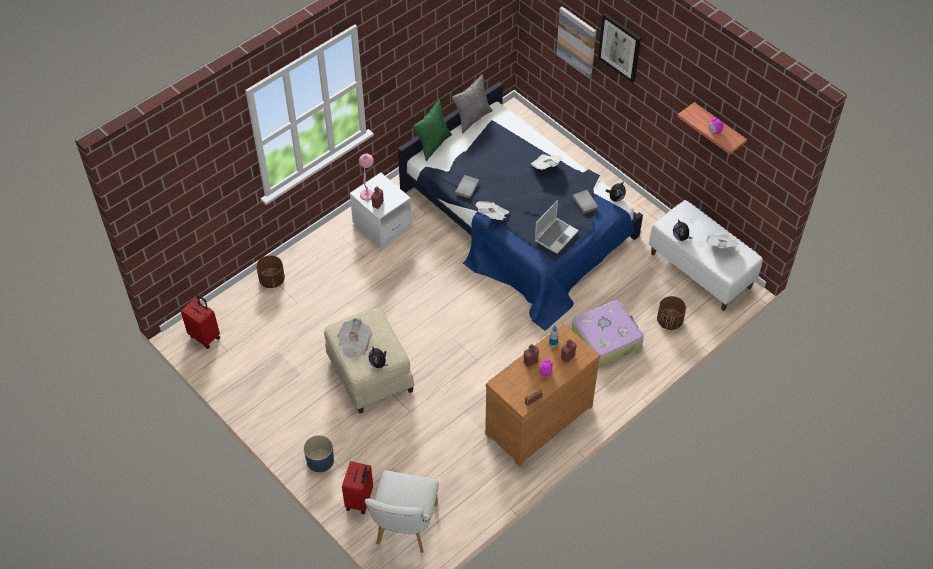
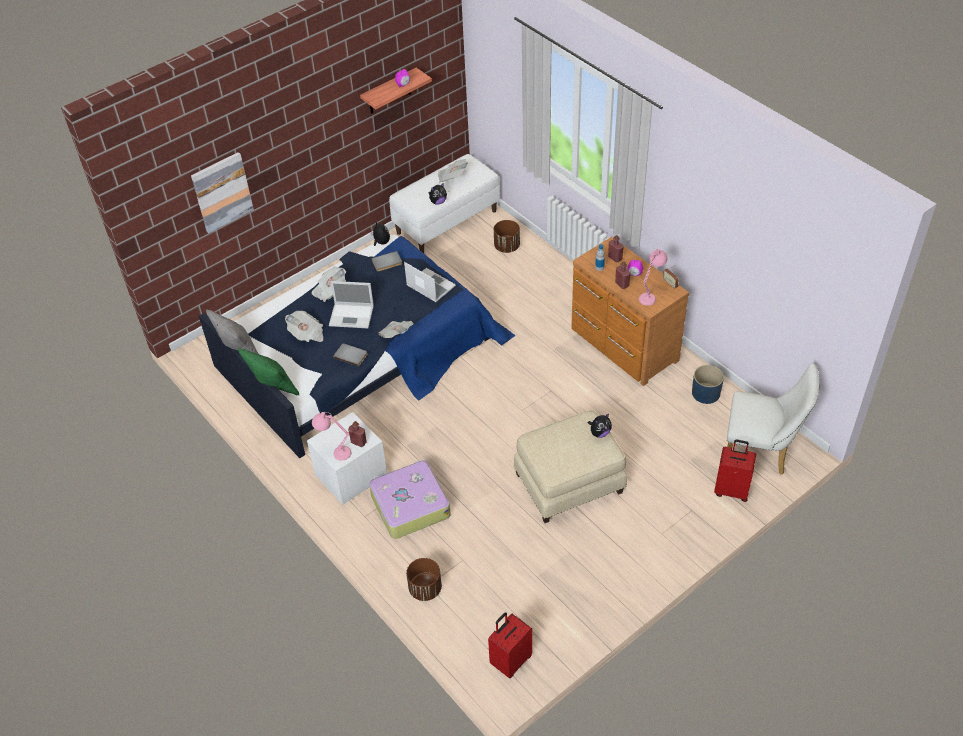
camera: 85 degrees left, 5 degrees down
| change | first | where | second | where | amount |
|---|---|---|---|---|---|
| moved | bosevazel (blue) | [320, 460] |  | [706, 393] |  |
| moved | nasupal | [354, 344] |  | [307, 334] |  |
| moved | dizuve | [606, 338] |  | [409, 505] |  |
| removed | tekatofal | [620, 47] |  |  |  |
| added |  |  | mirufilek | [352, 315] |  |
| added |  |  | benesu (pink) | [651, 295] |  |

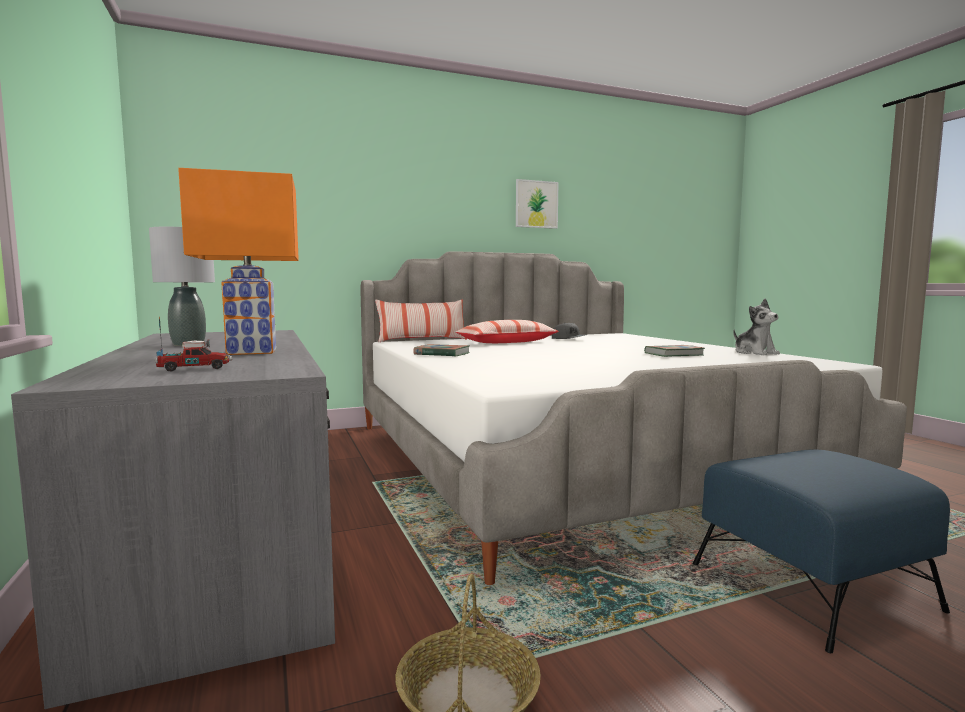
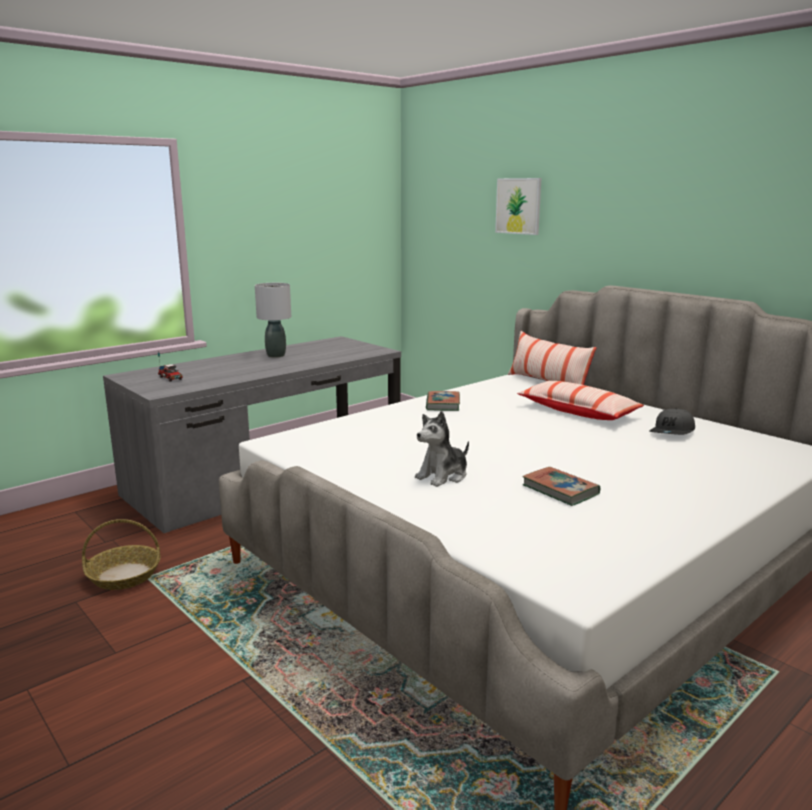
camera: 70 degrees right, 10 degrees up
| change | first | where | second | where | amount |
|---|---|---|---|---|---|
| removed | benesu (orange) | [253, 351] |  |  |  |
| moved | tekatofal | [536, 204] |  | [518, 206] |  |
| removed | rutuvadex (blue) | [812, 586] |  |  |  |
| moved | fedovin | [755, 353] |  | [443, 476] |  |

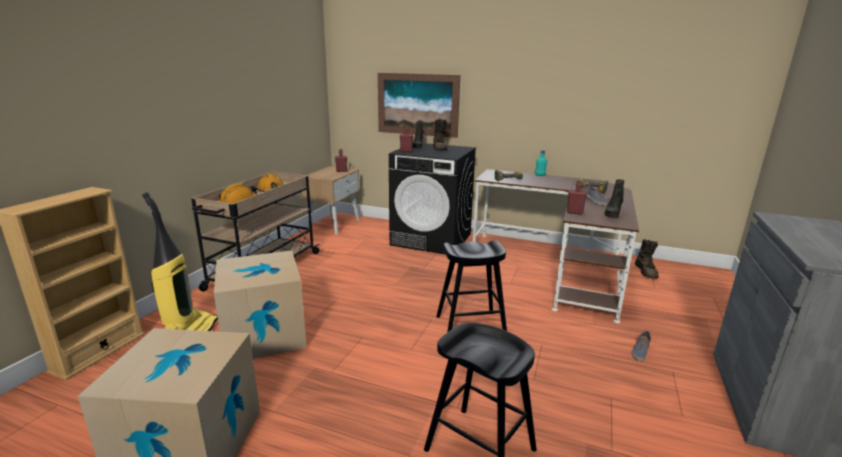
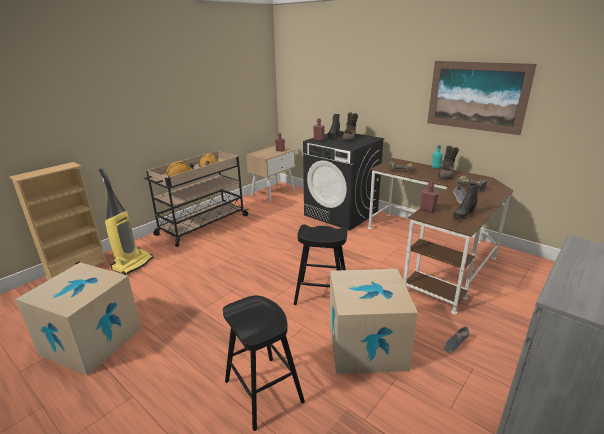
camera: 20 degrees right, 5 degrees up
| change | first | where | second | where | amount |
|---|---|---|---|---|---|
| moved | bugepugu | [264, 334] |  | [366, 345] |  |
| moved | tekatofal | [417, 104] |  | [476, 96] |  |
| moved | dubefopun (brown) | [646, 272] |  | [446, 175] |  |

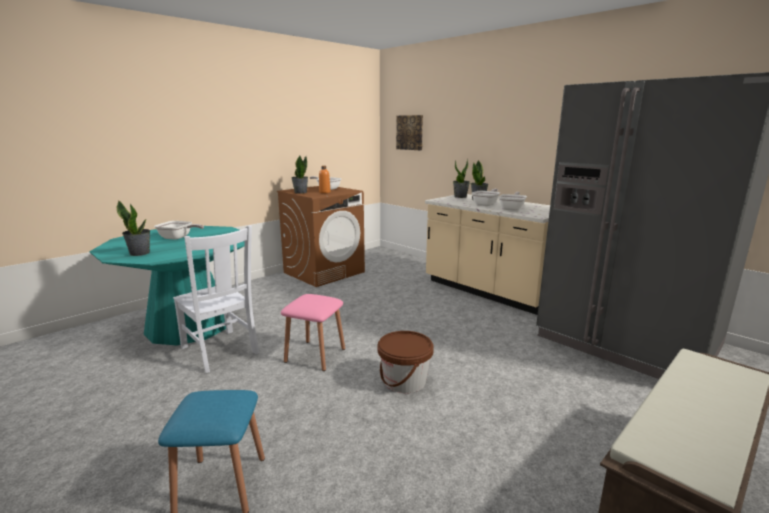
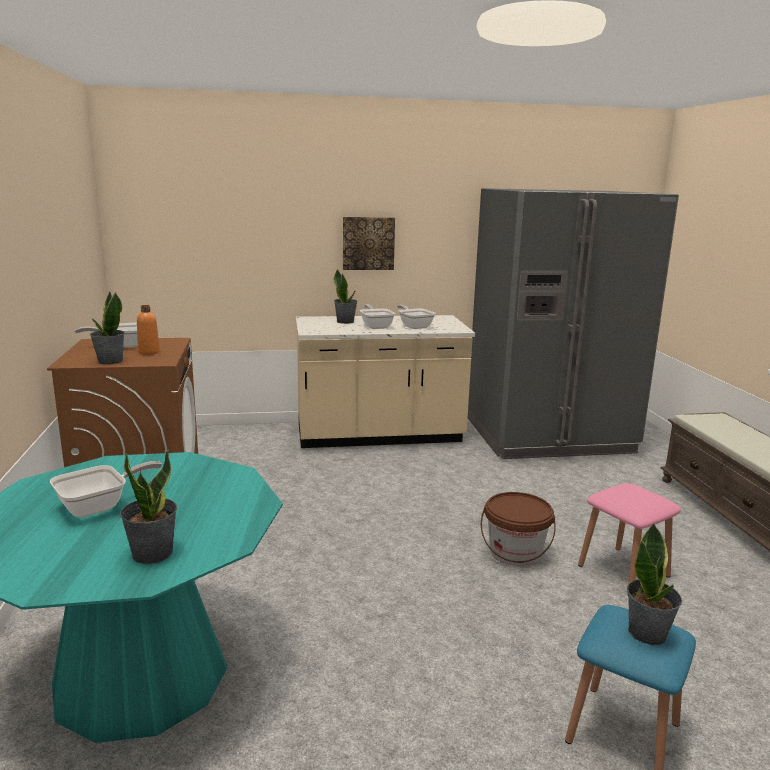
camera: 55 degrees left, 0 degrees up
| change | first | where | second | where | amount |
|---|---|---|---|---|---|
| removed | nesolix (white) | [220, 351] |  |  |  |
| moved | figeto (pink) | [315, 355] |  | [623, 570] |  |
| moved | tekatofal | [410, 132] |  | [368, 243] |  |
| moved | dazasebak | [460, 196] |  | [648, 633] |  |

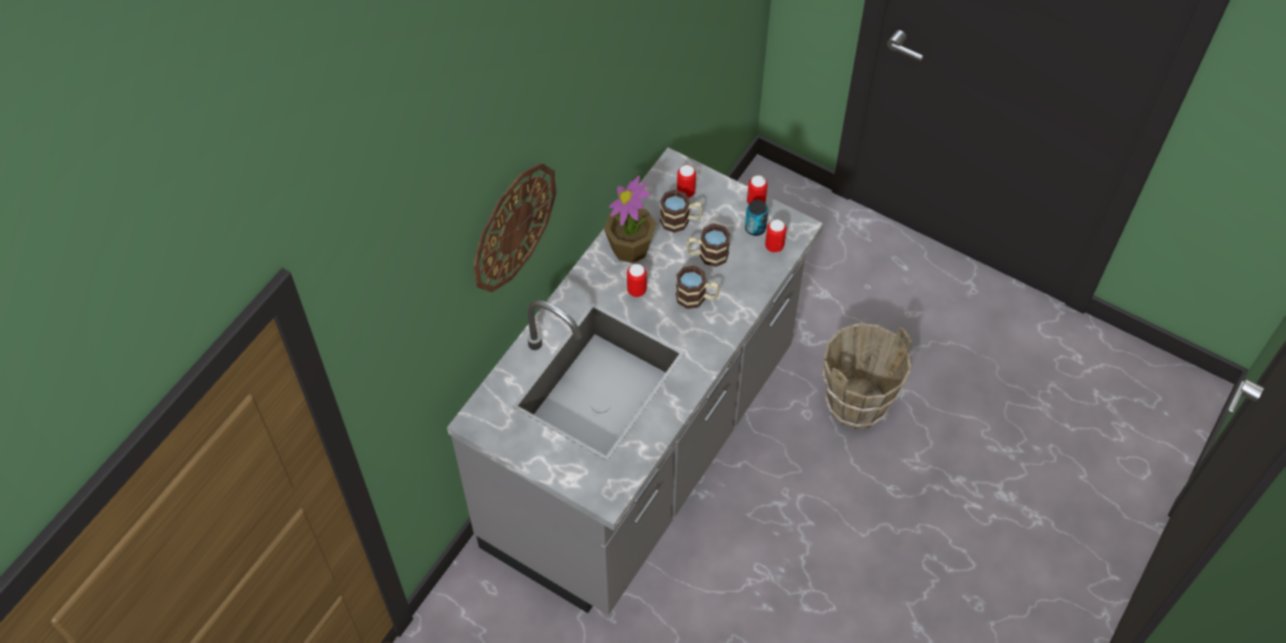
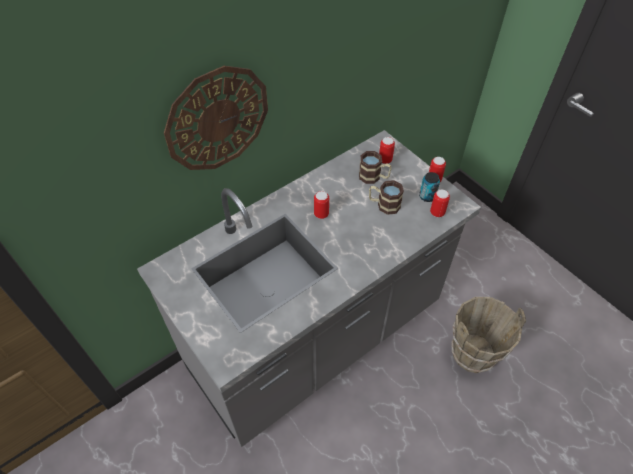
camera: 20 degrees right, 5 degrees down
| change | first | where | second | where | amount |
|---|---|---|---|---|---|
| removed | dazasebak | [630, 248] |  |  |  |
| removed | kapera | [697, 297] |  |  |  |

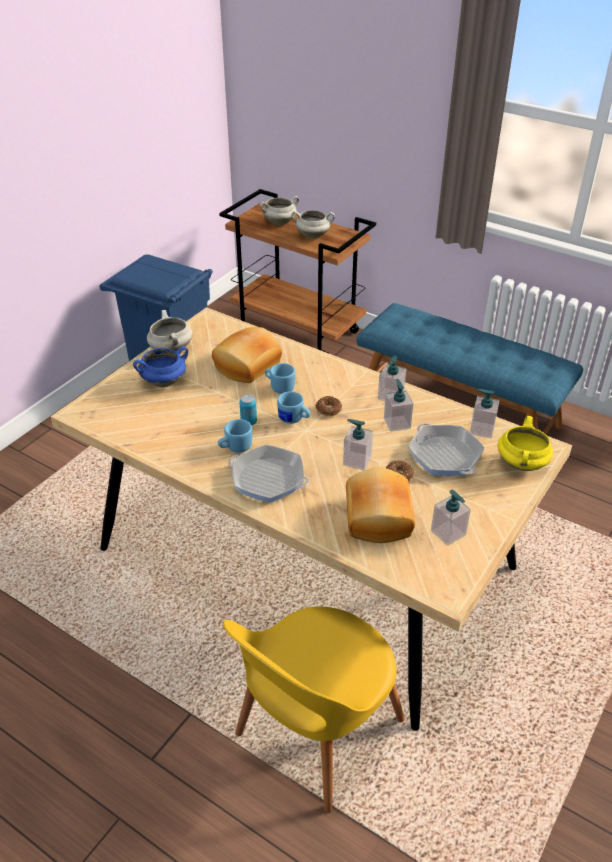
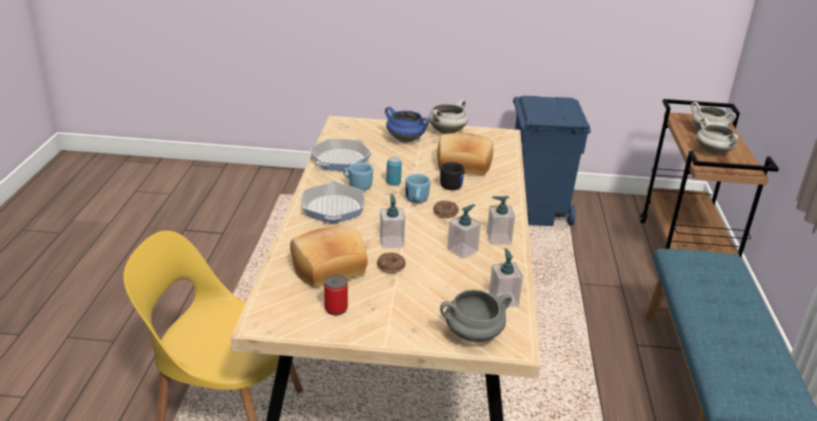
camera: 60 degrees right, 10 degrees down
| change | first | where | second | where | amount |
|---|---|---|---|---|---|
| recoloured | kapera (blue) | [279, 387] | kapera (black) | [451, 184] |  |
| moved | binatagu | [444, 455] |  | [340, 160] |  |
| replaced | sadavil | [448, 533] | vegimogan | [336, 309] |  |
| recoloured | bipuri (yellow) | [522, 464] | bipuri (grey) | [472, 335] |  |

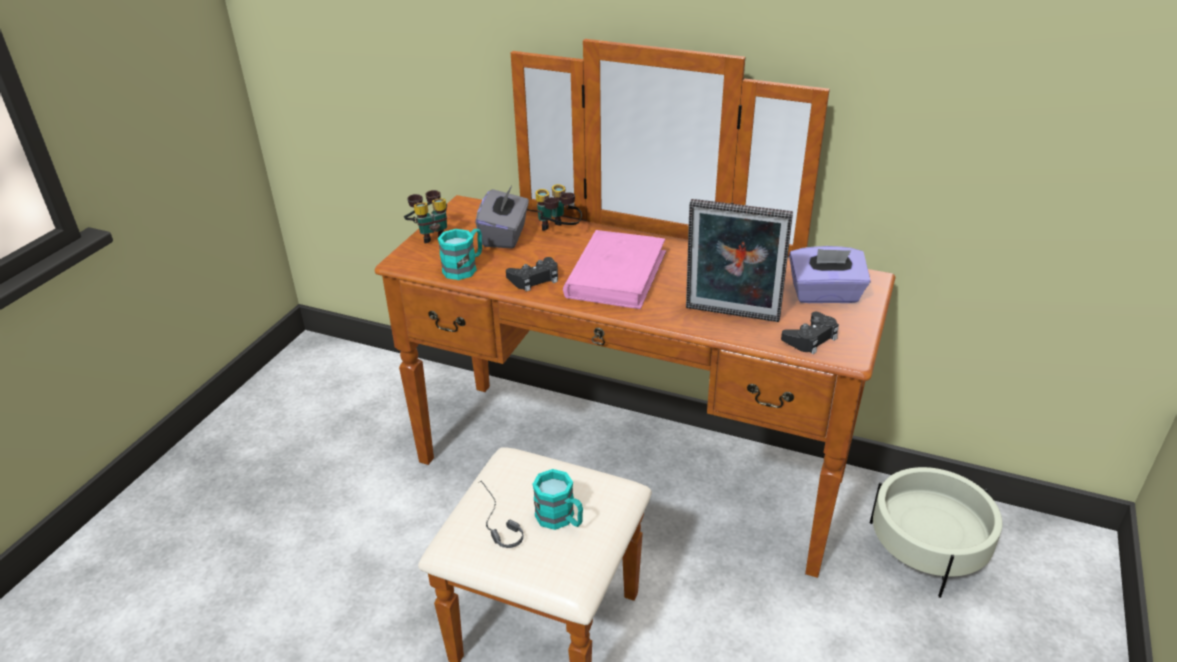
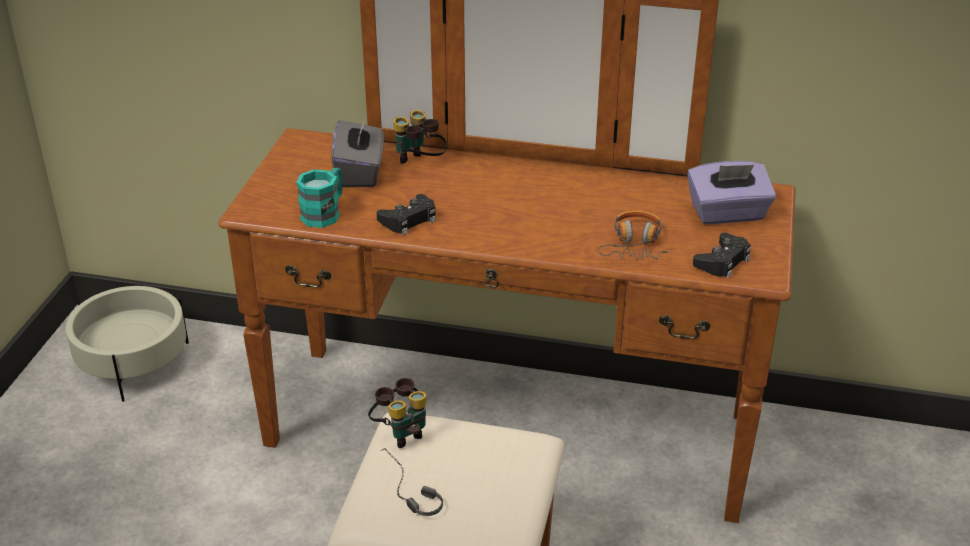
camera: 10 degrees left, 0 degrees up
| change | first | where | second | where | amount |
|---|---|---|---|---|---|
| moved | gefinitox | [430, 235] |  | [401, 432] |  |
| removed | kapera (turquoise) | [561, 519] |  |  |  |
| removed | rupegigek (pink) | [616, 274] |  |  |  |
| replaced | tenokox | [731, 316] | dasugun | [634, 244] |  |
| moved | bosevazel (beige) | [927, 548] |  | [133, 362] |  |

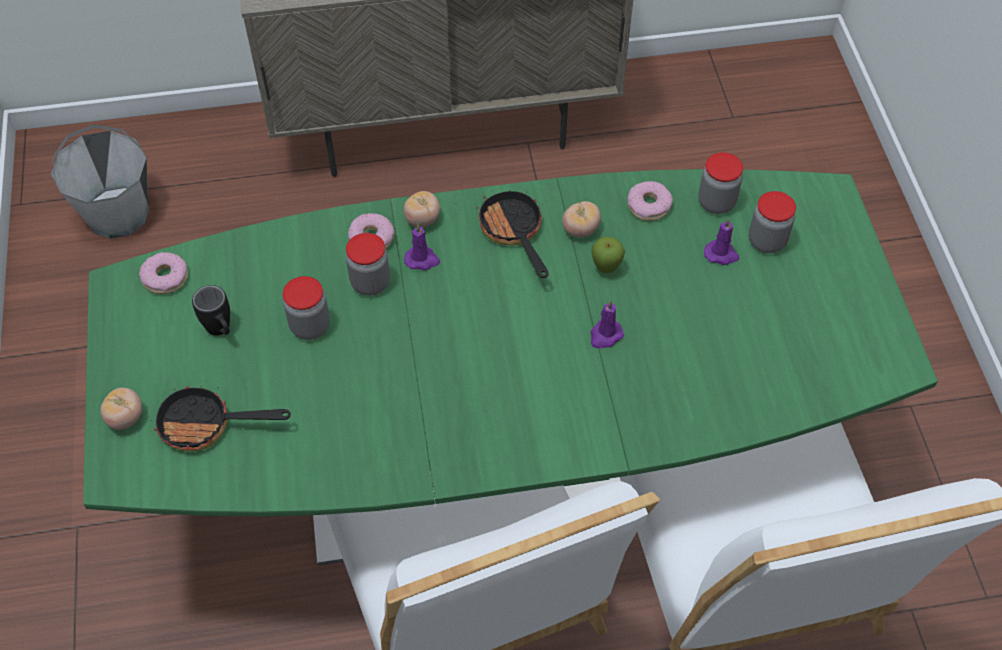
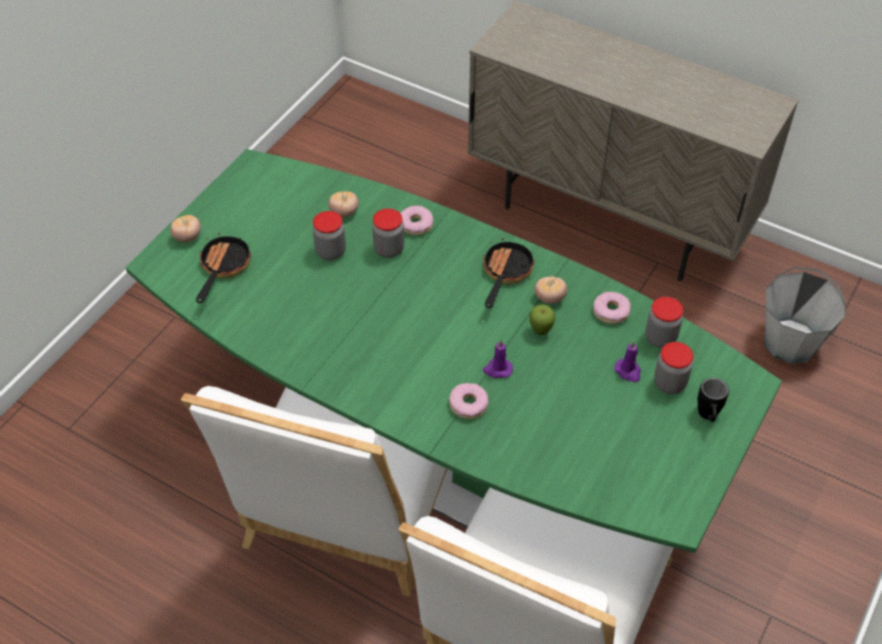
camera: 40 degrees right, 5 degrees down
| change | first | where | second | where | amount |
|---|---|---|---|---|---|
| moved | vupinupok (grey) | [118, 213] |  | [790, 342] |  |
| moved | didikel | [165, 278] |  | [468, 404] |  |
| turned | binatagu | [206, 425] |  | [223, 268] | 60 degrees clockwise |
| moved | kapera (black) | [221, 332] |  | [708, 417] |  |
| moved | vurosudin | [422, 219] |  | [344, 212] |  |
| removed | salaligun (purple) | [422, 260] |  |  |  |

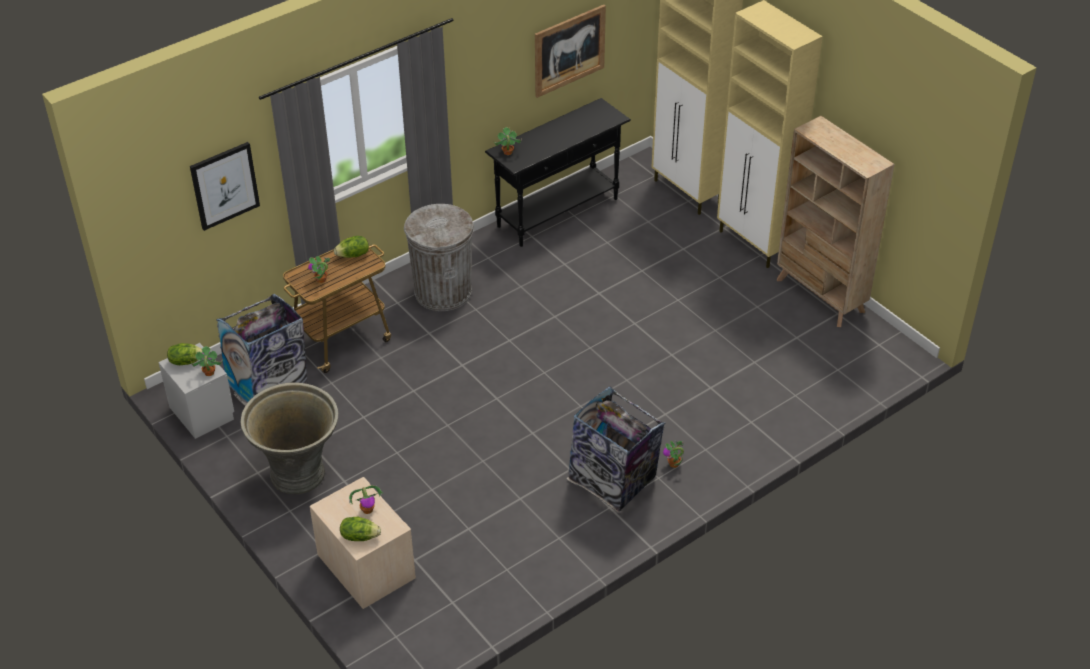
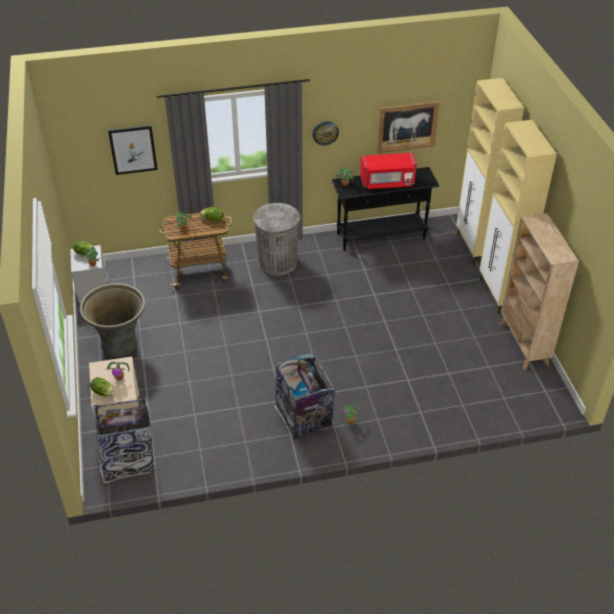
camera: 25 degrees right, 0 degrees up
| change | first | where | second | where | amount |
|---|---|---|---|---|---|
| moved | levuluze | [268, 384] |  | [129, 460] |  |
| added |  |  | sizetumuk | [325, 132] |  |
| added |  |  | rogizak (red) | [387, 182] |  |

